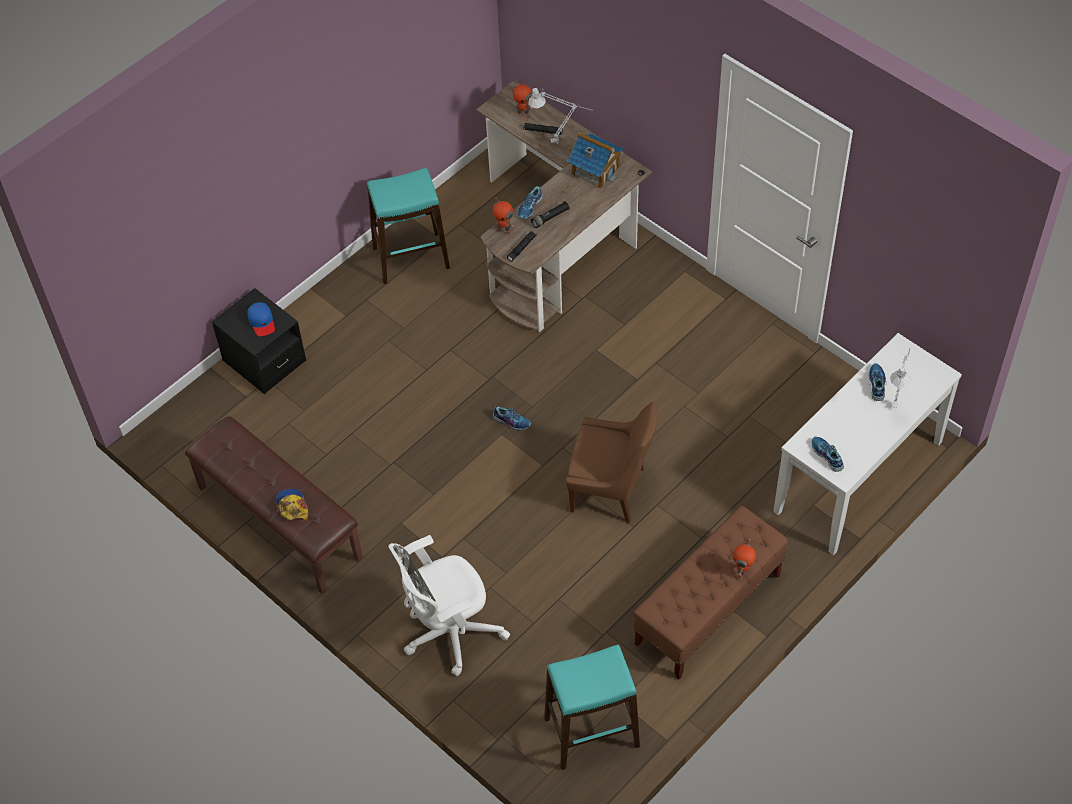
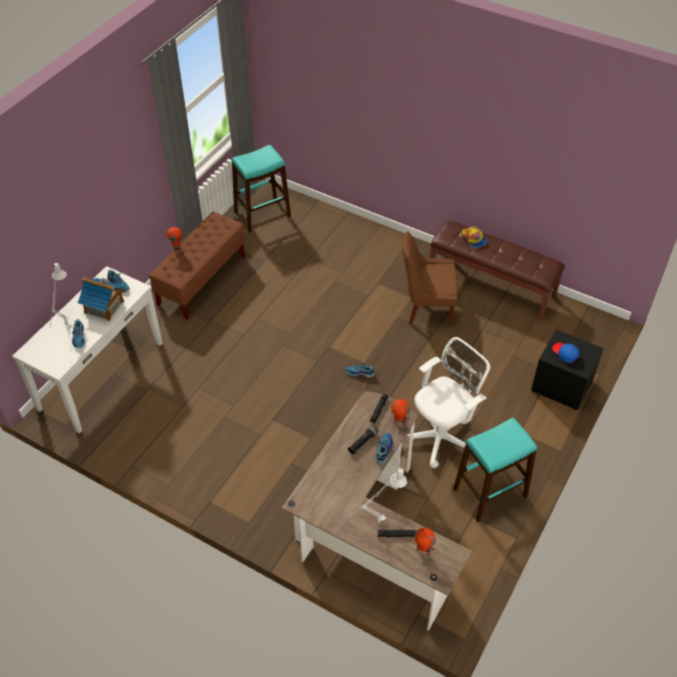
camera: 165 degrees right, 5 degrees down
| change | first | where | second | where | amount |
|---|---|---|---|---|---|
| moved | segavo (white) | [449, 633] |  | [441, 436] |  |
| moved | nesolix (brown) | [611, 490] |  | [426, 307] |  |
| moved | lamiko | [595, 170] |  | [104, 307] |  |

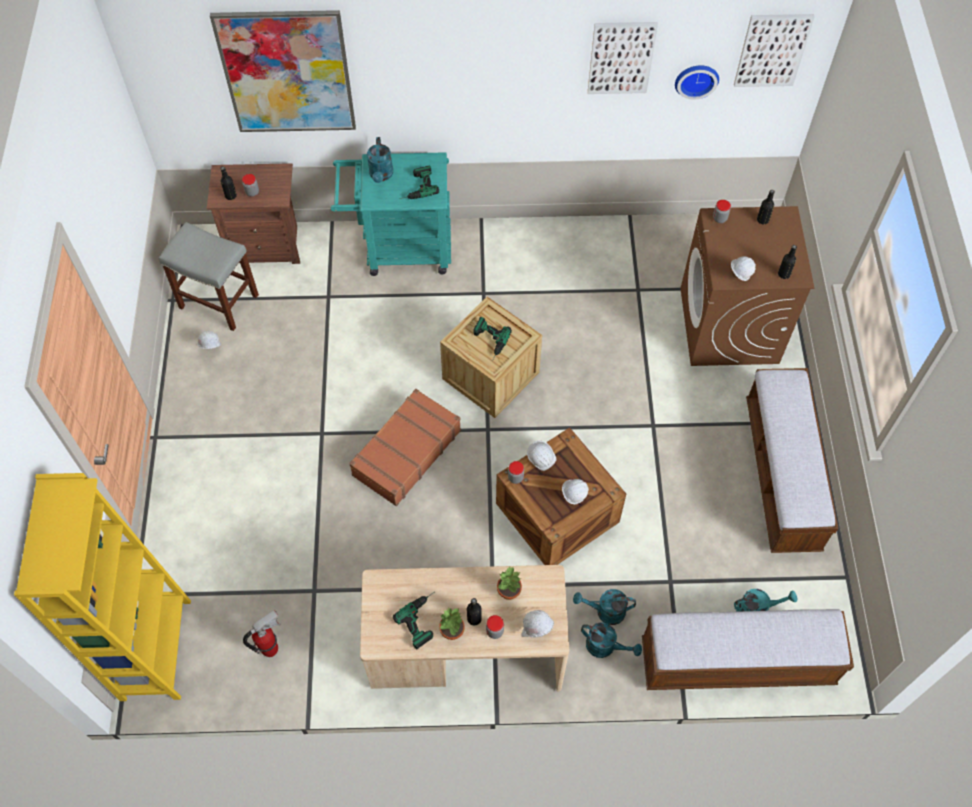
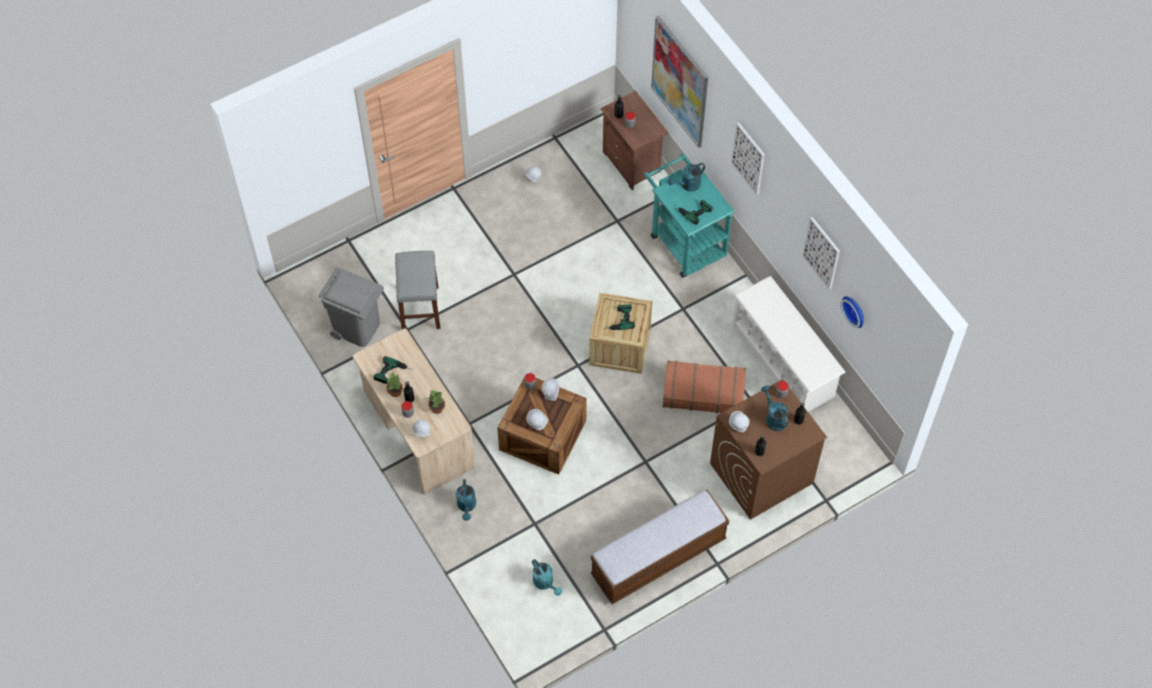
camera: 60 degrees right, 0 degrees up
| change | first | where | second | where | amount |
|---|---|---|---|---|---|
| removed | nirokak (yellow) | [156, 649] |  |  |  |
| moved | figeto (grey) | [220, 301] |  | [420, 309] |  |
| replaced | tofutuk | [271, 649] | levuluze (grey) | [357, 328] |  |
| moved | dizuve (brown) | [406, 453] |  | [703, 392] |  |
| moved | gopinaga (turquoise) | [605, 612] |  | [773, 418] |  |
| removed | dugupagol | [736, 662] |  |  |  |
| moved | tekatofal | [772, 50] |  | [748, 158] |  |
| added |  |  | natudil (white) | [783, 362] |  |

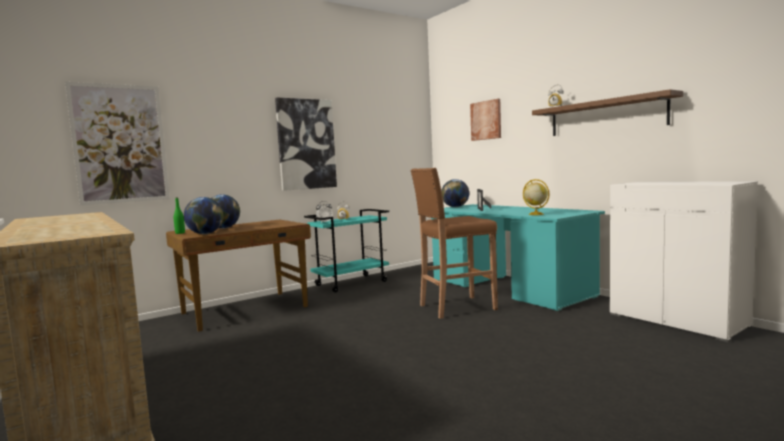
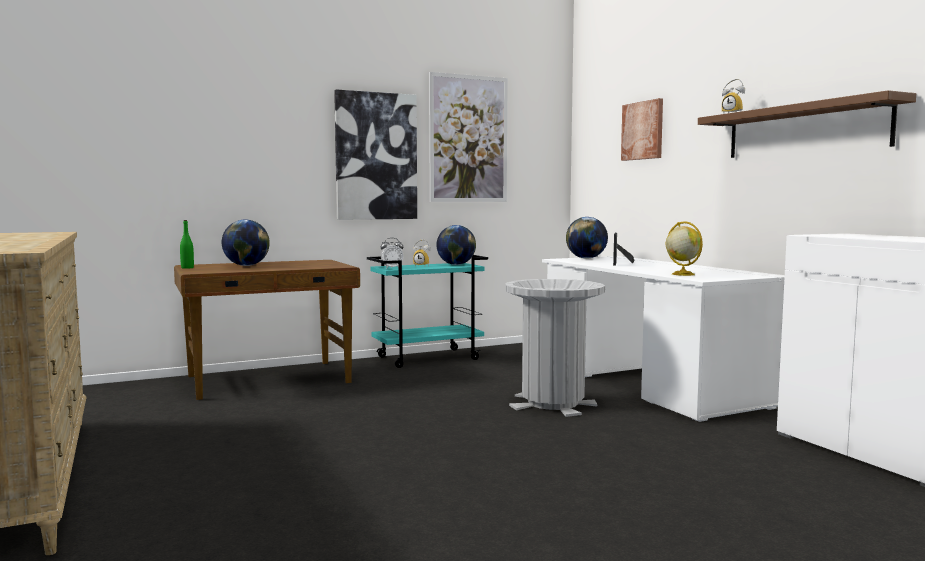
camera: 10 degrees right, 0 degrees up
| change | first | where | second | where | amount |
|---|---|---|---|---|---|
| moved | tekatofal | [120, 144] |  | [468, 139] |  |
| moved | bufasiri | [205, 234] |  | [456, 264] |  |
| replaced | figeto (brown) | [456, 307] | levuluze (grey) | [552, 403] |  |
| recoloured | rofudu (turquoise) | [509, 287] | rofudu (white) | [649, 383] |  |

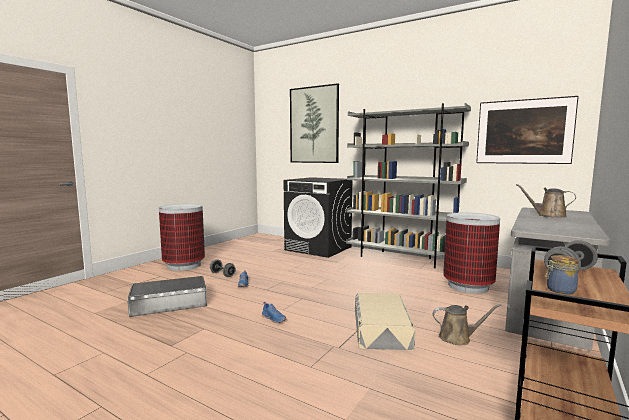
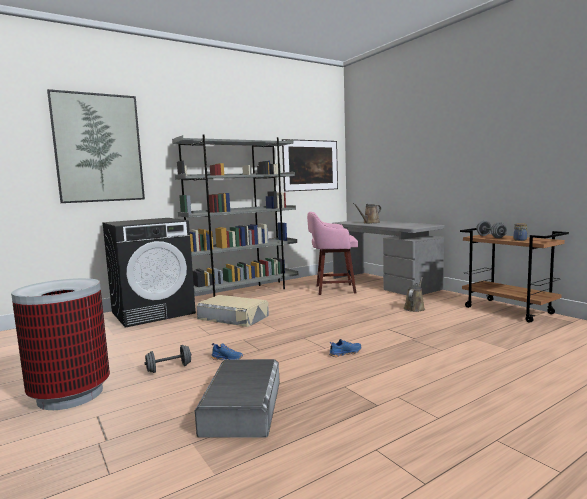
camera: 65 degrees left, 0 degrees up
| change | first | where | second | where | amount |
|---|---|---|---|---|---|
| moved | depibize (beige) | [381, 328] |  | [233, 317] |  |
| replaced | levuluze | [468, 286] | figeto (pink) | [333, 289] |  |

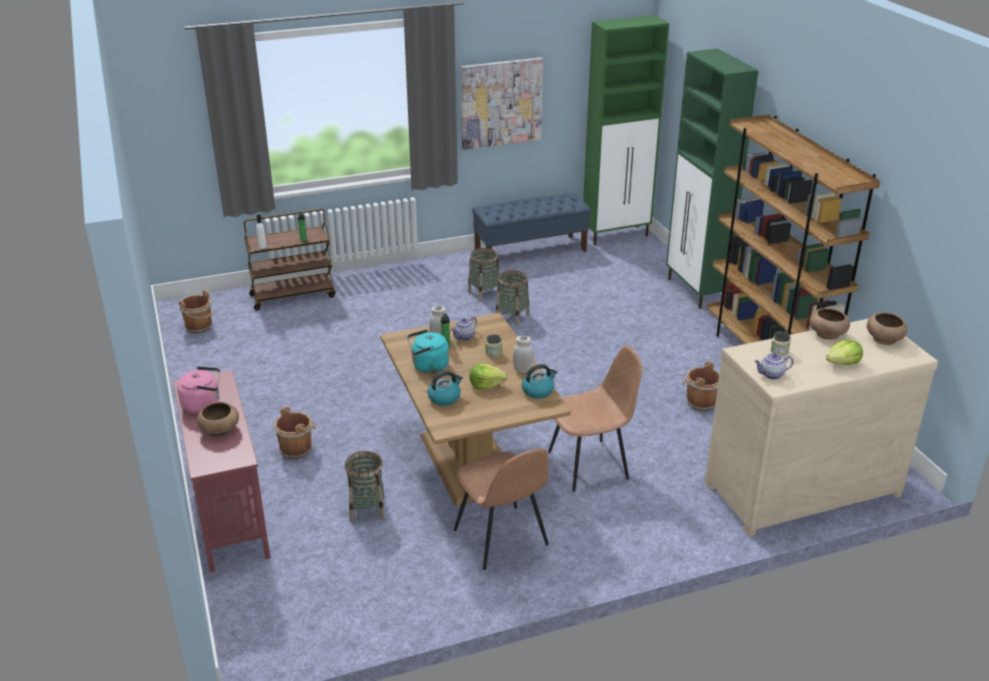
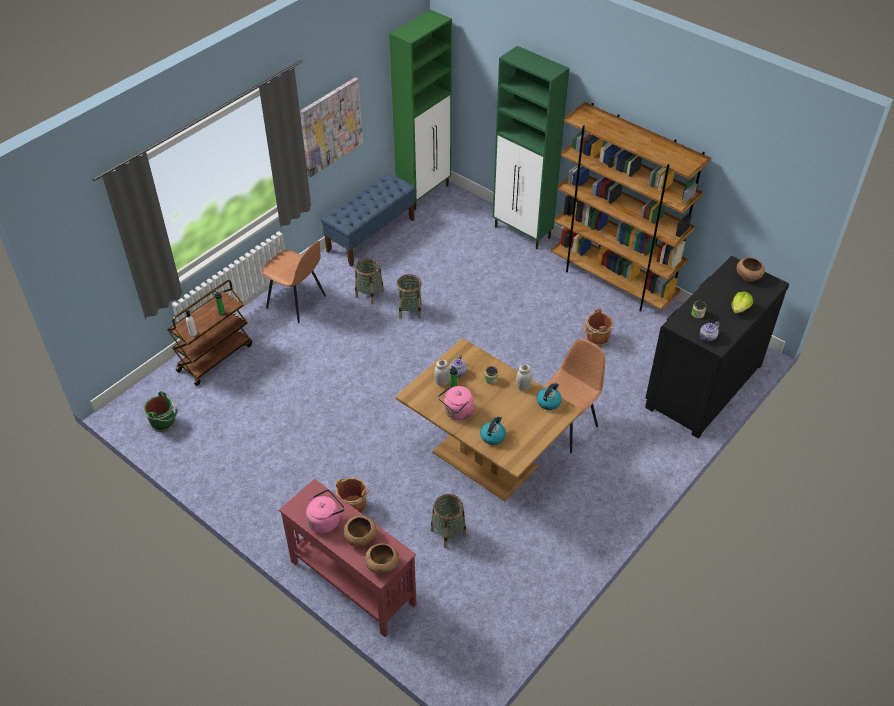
camera: 30 degrees left, 15 degrees up
| change | first | where | second | where | amount |
|---|---|---|---|---|---|
| recoloured | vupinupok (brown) | [200, 327] | vupinupok (green) | [164, 423] |  |
| recoloured | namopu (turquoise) | [428, 366] | namopu (pink) | [457, 412] |  |
| moved | nesolix (brown) | [501, 539] |  | [297, 303] |  |
| removed | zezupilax | [486, 384] |  |  |  |
| recoloured | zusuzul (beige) | [799, 487] | zusuzul (black) | [701, 385] |  |
| moved | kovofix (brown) | [827, 334] |  | [382, 564] |  |

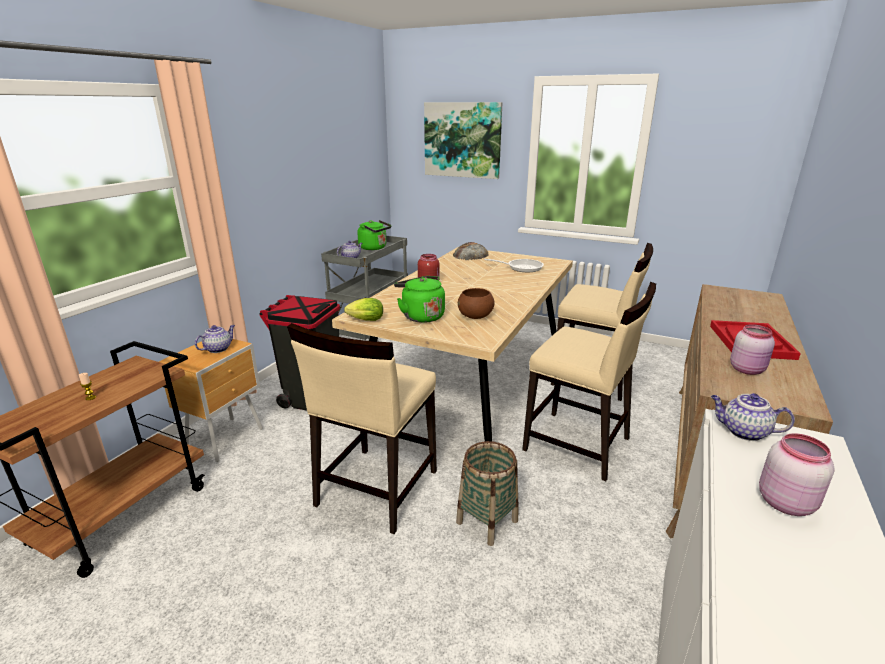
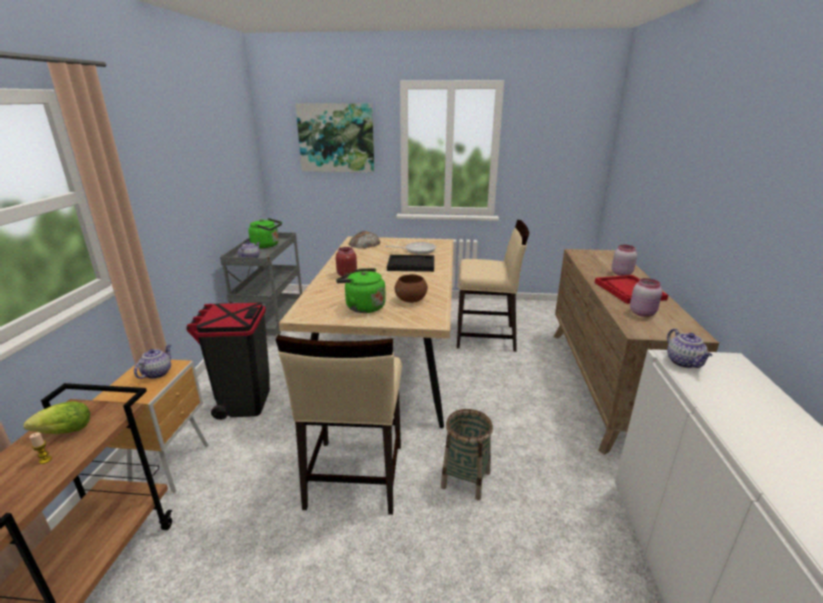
camera: 20 degrees left, 0 degrees up
| change | first | where | second | where | amount |
|---|---|---|---|---|---|
| moved | zezupilax | [364, 320] |  | [62, 433] |  |
| removed | nesolix (beige) | [577, 445] |  |  |  |
| turned | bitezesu | [743, 432] |  | [684, 363] | 105 degrees counterclockwise |
| moved | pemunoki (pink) | [784, 502] |  | [621, 273] |  |
| added |  |  | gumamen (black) | [411, 265] |  |

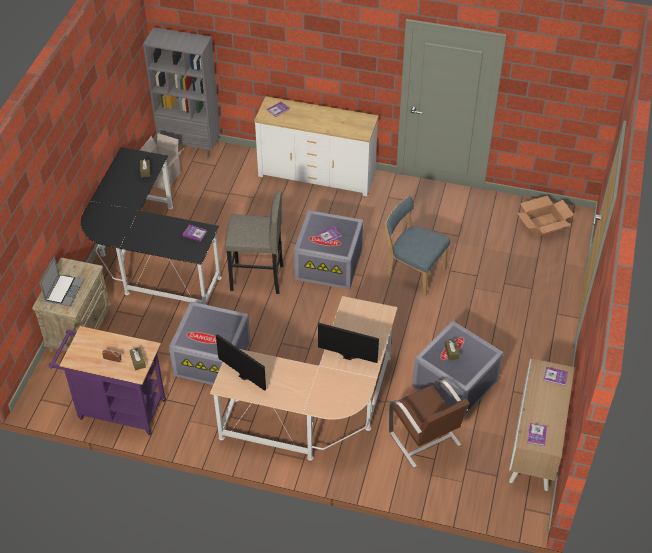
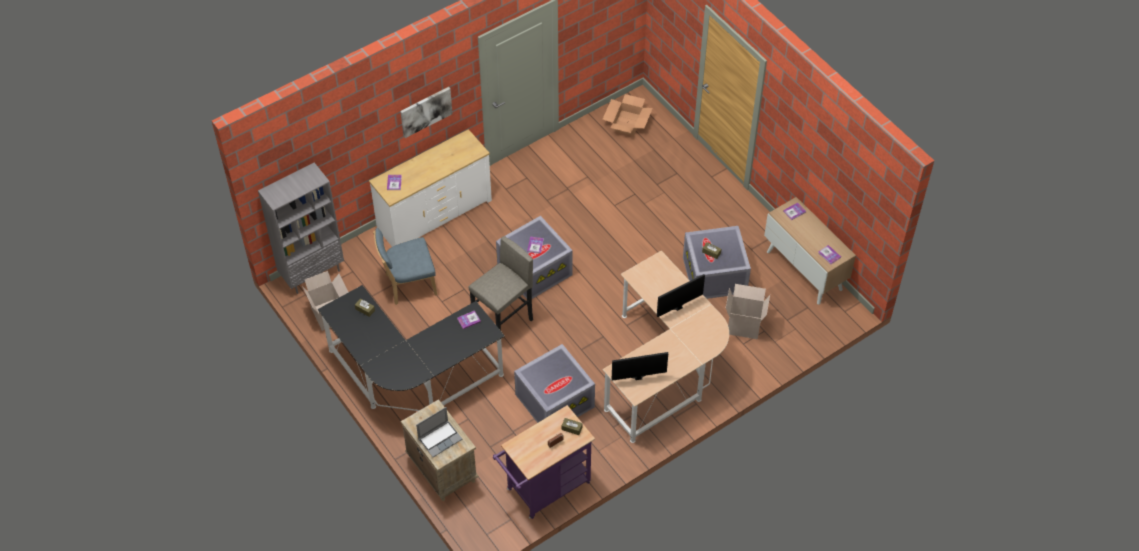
camera: 50 degrees left, 5 degrees up
| change | first | where | second | where | amount |
|---|---|---|---|---|---|
| turned | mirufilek | [64, 290] |  | [440, 438] | 90 degrees clockwise |
| moved | nesolix (blue) | [413, 272] |  | [408, 285] |  |
| replaced | nesolix (brown) | [425, 440] | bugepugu | [744, 325] |  |
| added |  |  | tekatofal | [426, 111] |  |

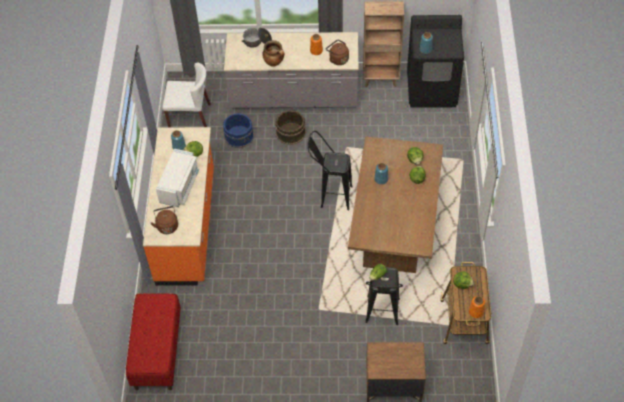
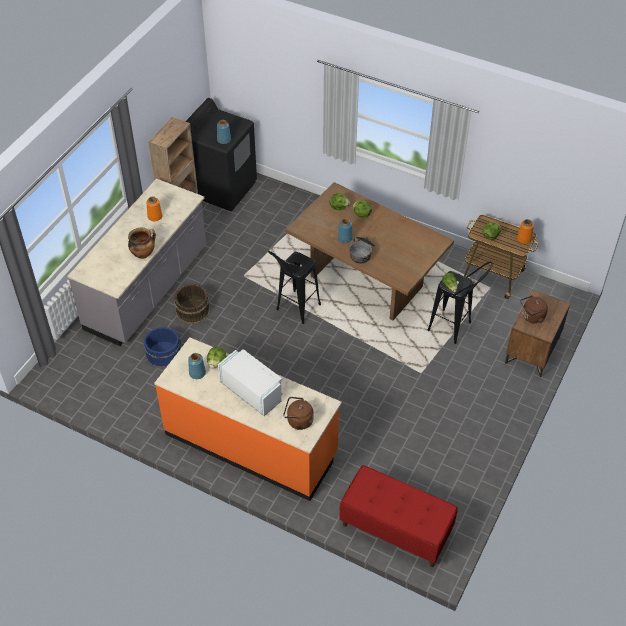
camera: 65 degrees left, 5 degrees down
| change | first | where | second | where | amount |
|---|---|---|---|---|---|
| removed | nesolix (white) | [190, 116] |  |  |  |
| moved | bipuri | [257, 41] |  | [362, 253] |  |
| moved | namopu (brown) | [337, 59] |  | [532, 317] |  |

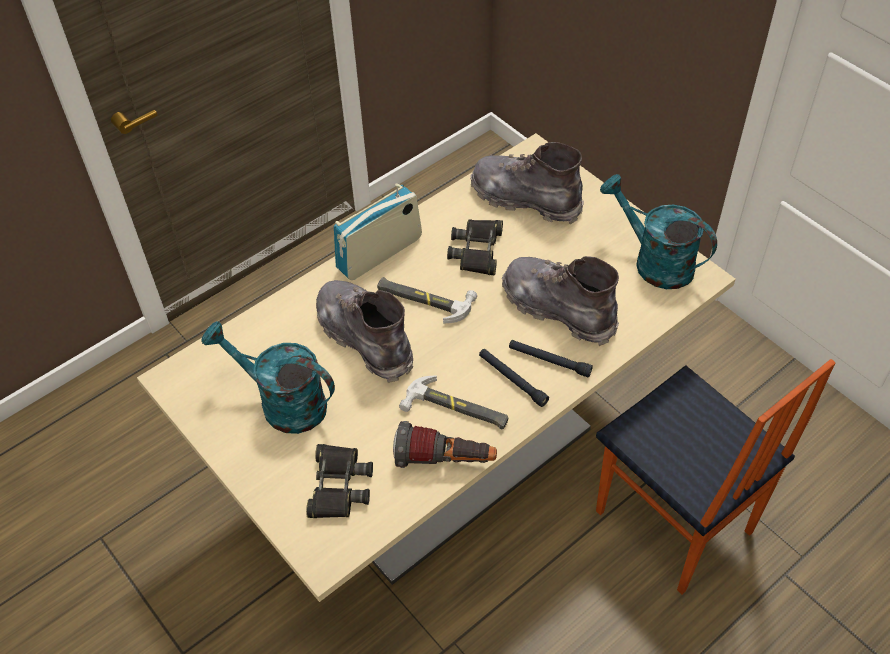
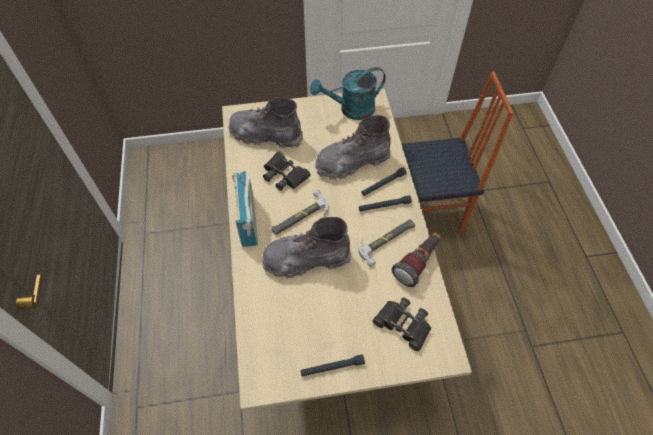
camera: 60 degrees left, 5 degrees up
| change | first | where | second | where | amount |
|---|---|---|---|---|---|
| removed | gopinaga (turquoise) | [282, 403] |  |  |  |
| turned | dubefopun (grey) | [525, 199] |  | [266, 135] | 45 degrees clockwise |
| added |  |  | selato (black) | [332, 367] |  |

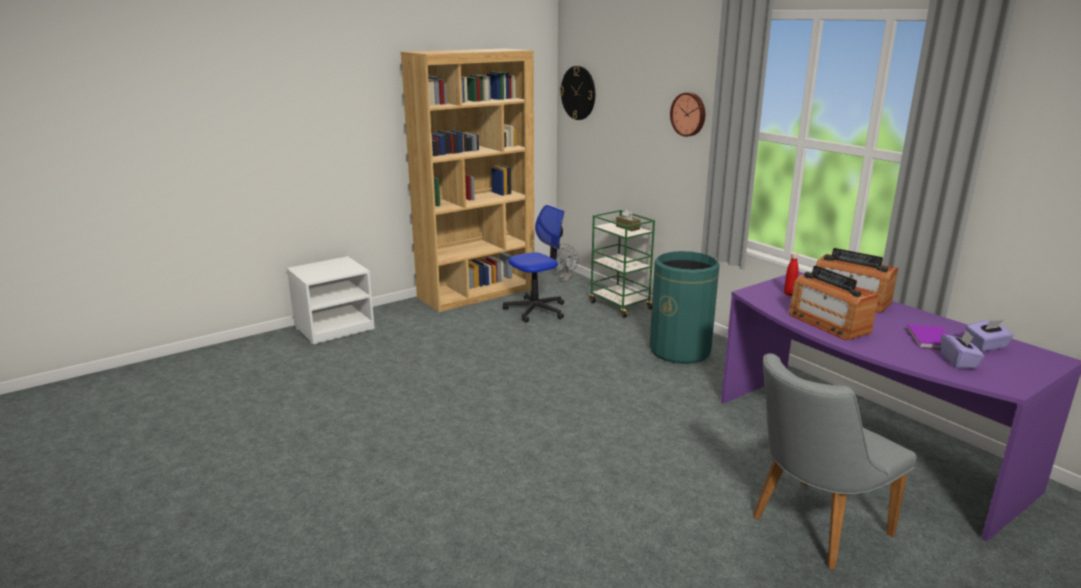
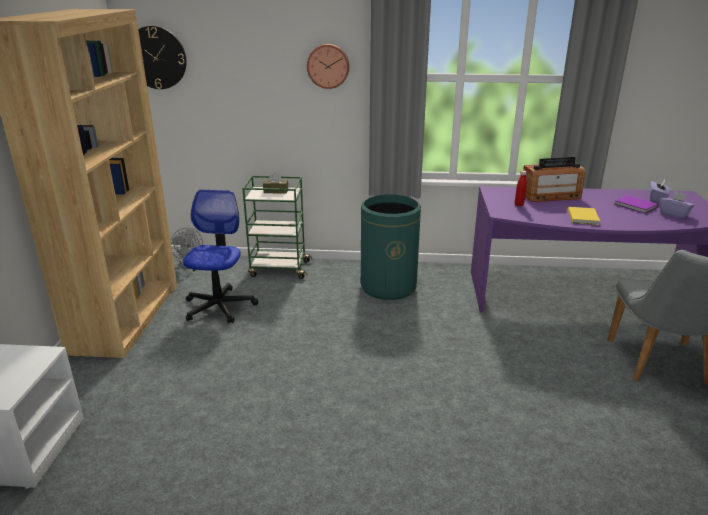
camera: 50 degrees left, 5 degrees up
| change | first | where | second | where | amount |
|---|---|---|---|---|---|
| replaced | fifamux | [828, 323] | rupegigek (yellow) | [583, 217] |  |

